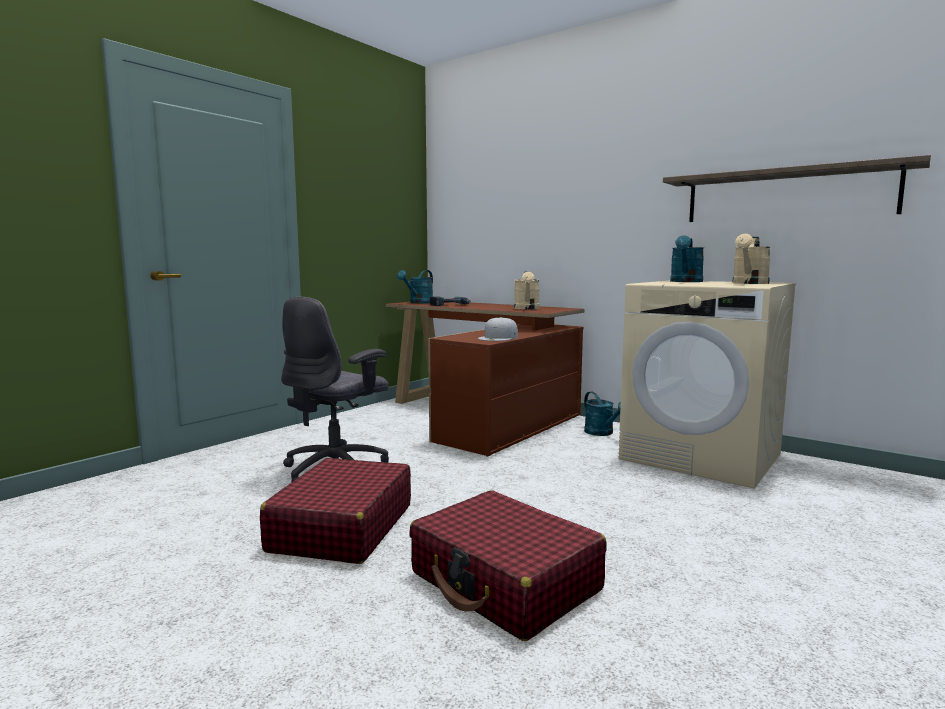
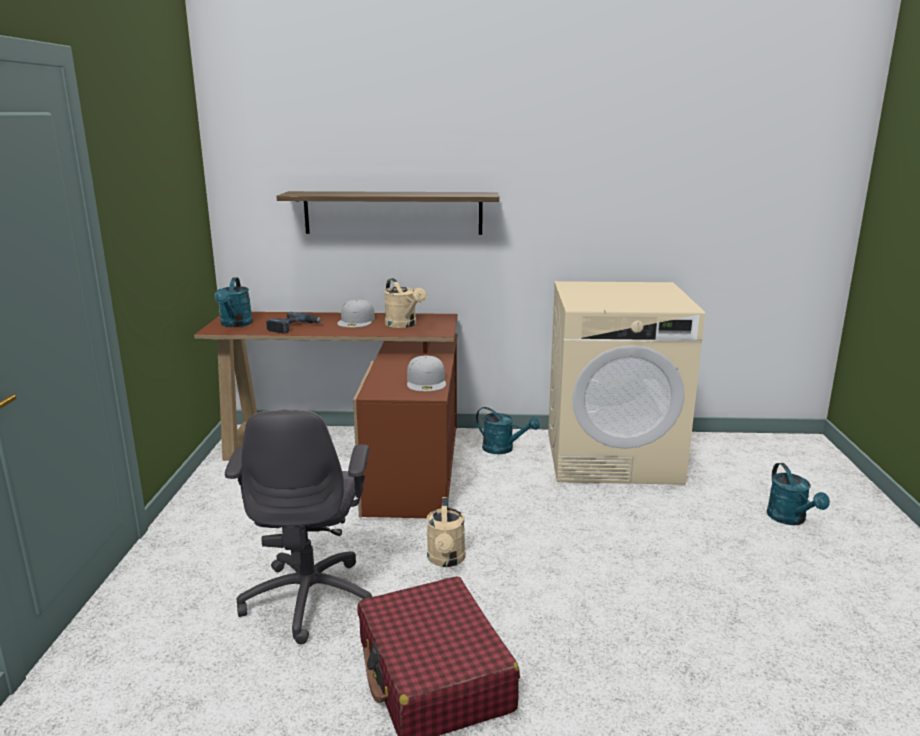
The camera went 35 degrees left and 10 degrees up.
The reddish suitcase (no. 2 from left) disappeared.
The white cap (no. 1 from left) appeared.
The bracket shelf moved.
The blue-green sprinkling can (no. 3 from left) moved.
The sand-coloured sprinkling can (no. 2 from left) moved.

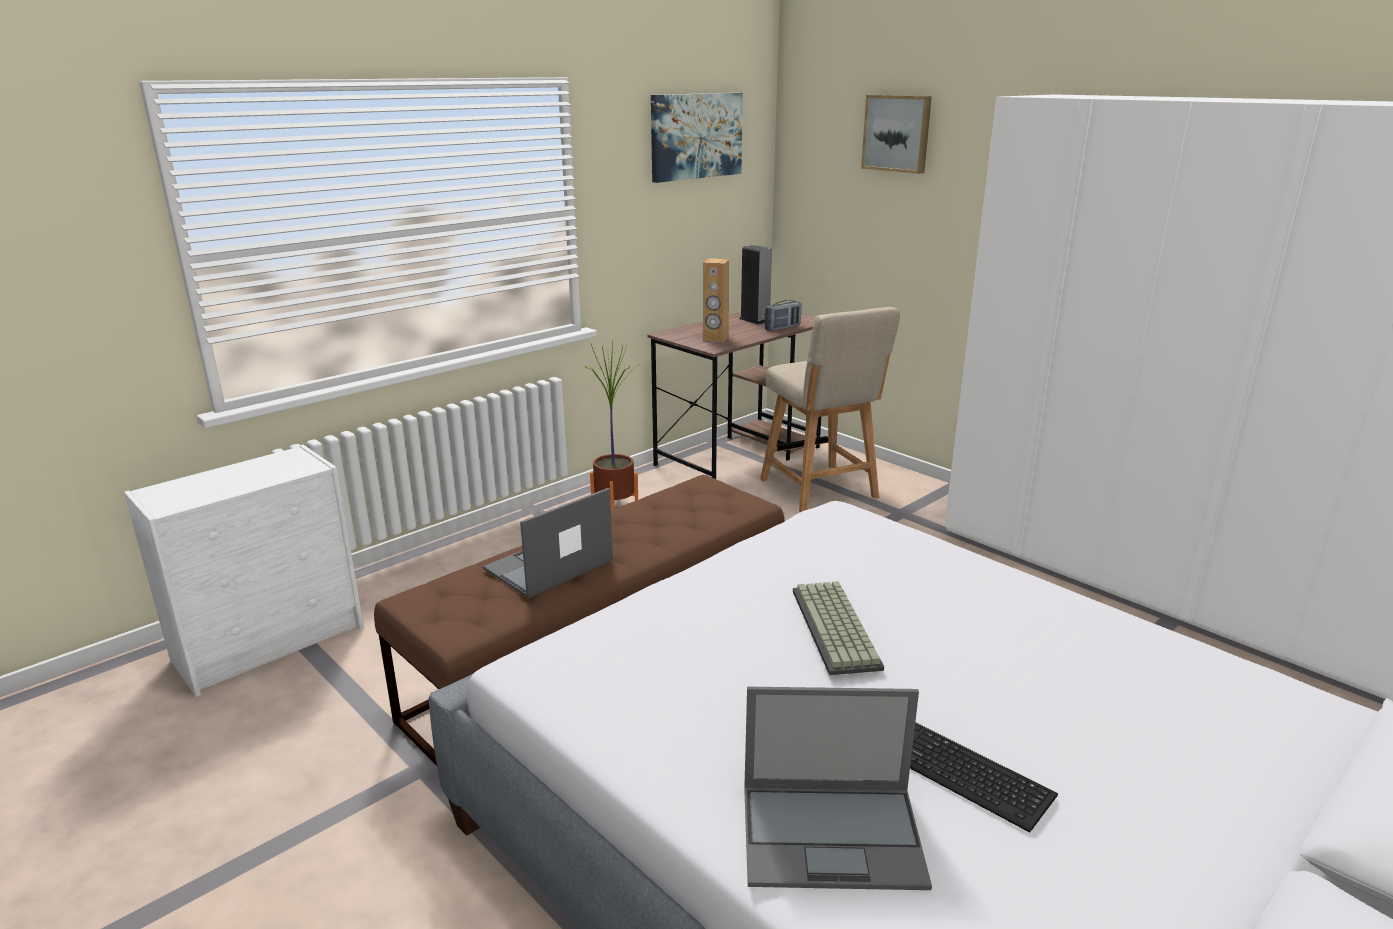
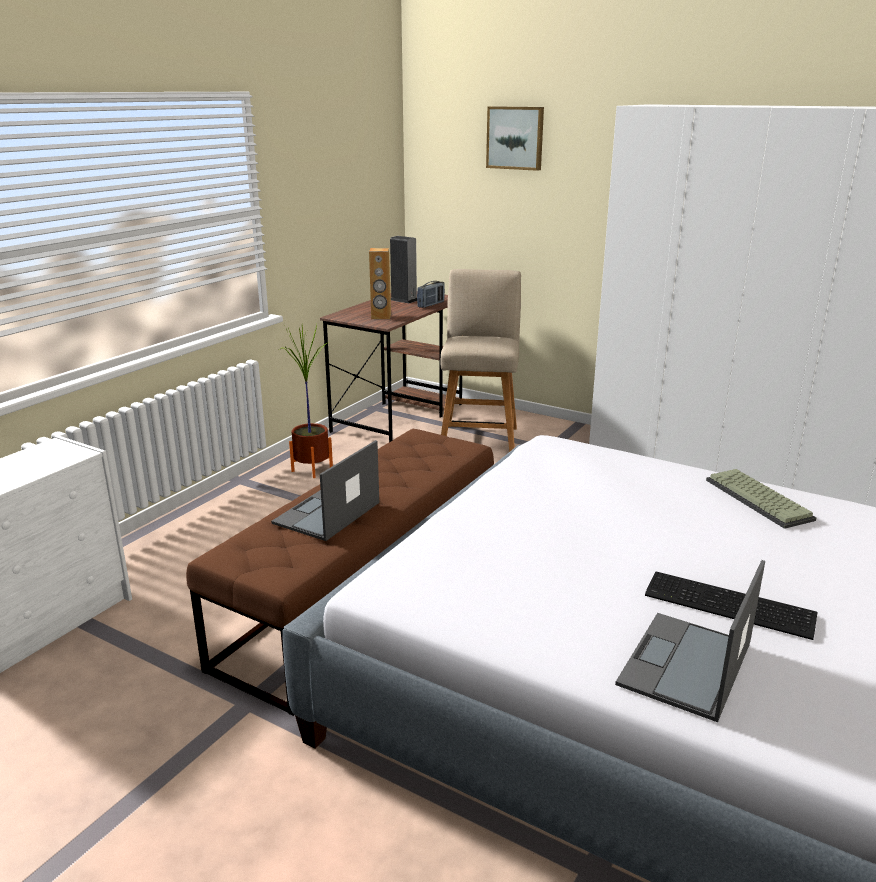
The camera went 15 degrees left and 0 degrees up.
The wall art (no. 1 from left) disappeared.
The computer keyboard (no. 1 from left in the first image) moved.
The laptop (no. 2 from left) turned 135 degrees clockwise.
The sand-coloured chair turned 135 degrees counterclockwise.

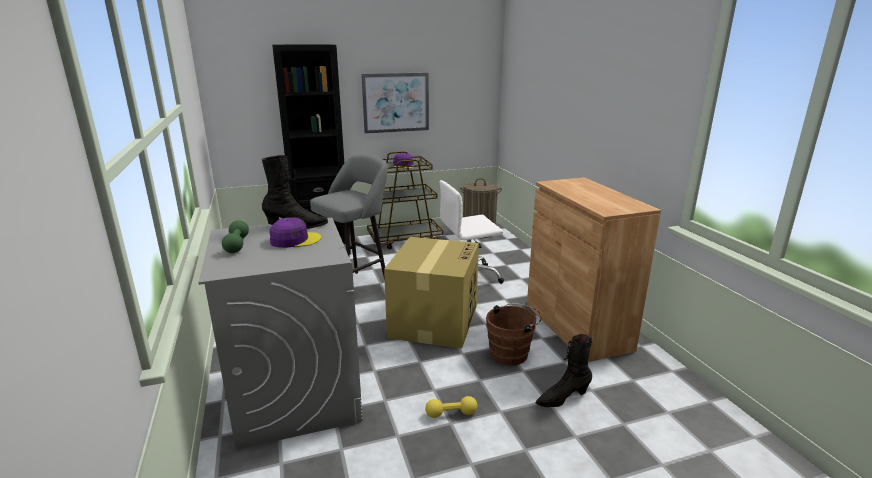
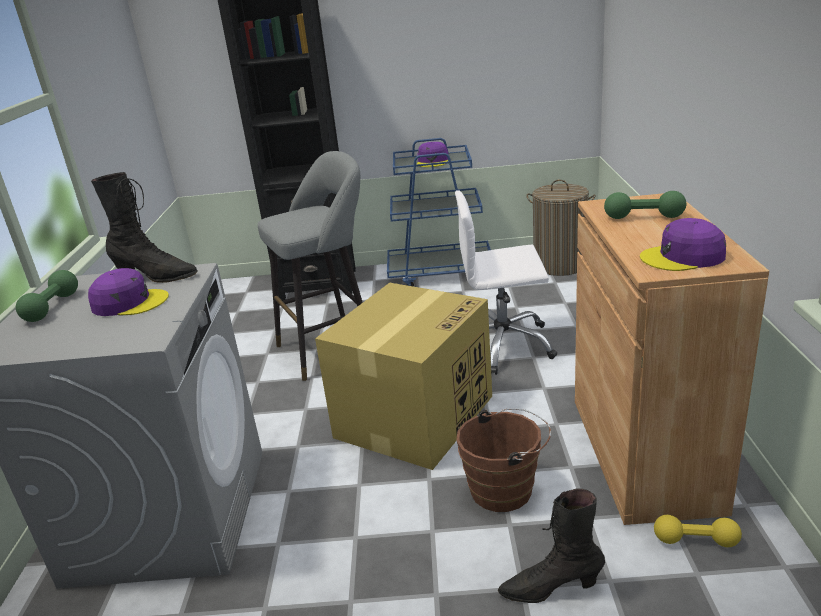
The camera went 20 degrees right and 5 degrees up.
The wall art disappeared.
The green-coloured dumbbell (no. 2 from left) appeared.
The purplish cap (no. 3 from left) appeared.
The yellow-coloured dumbbell moved.
The brown-coloured wheeled cart became the bluish wheeled cart.

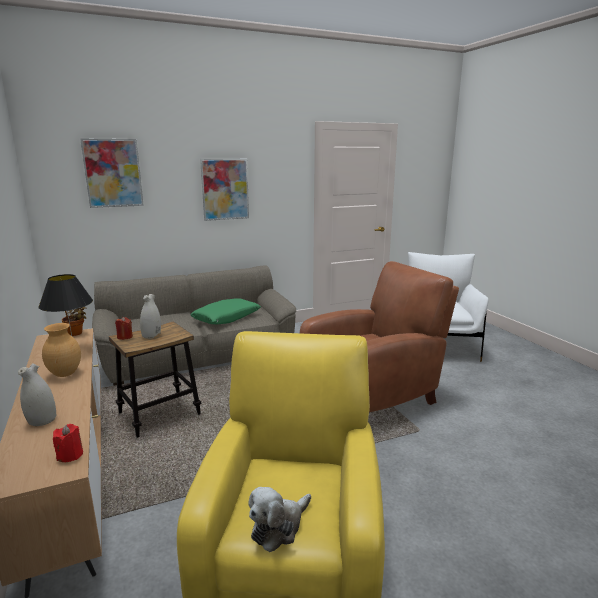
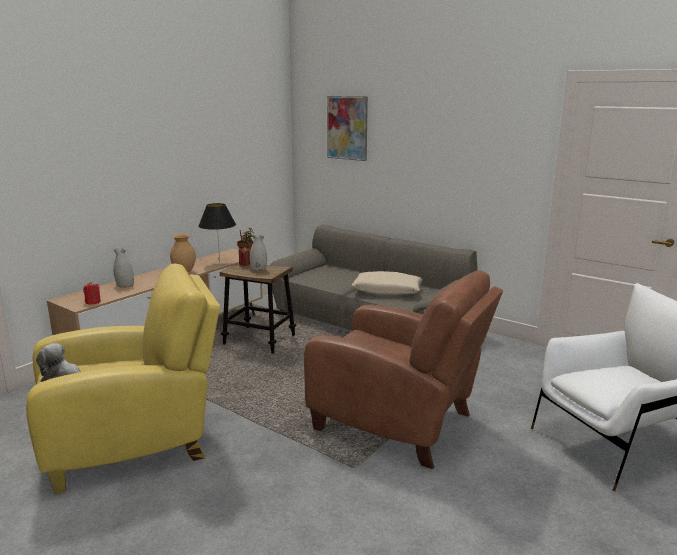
The camera went 60 degrees right and 0 degrees up.
The wall art (no. 2 from left) disappeared.
The green-coloured cushion became the sand-coloured cushion.

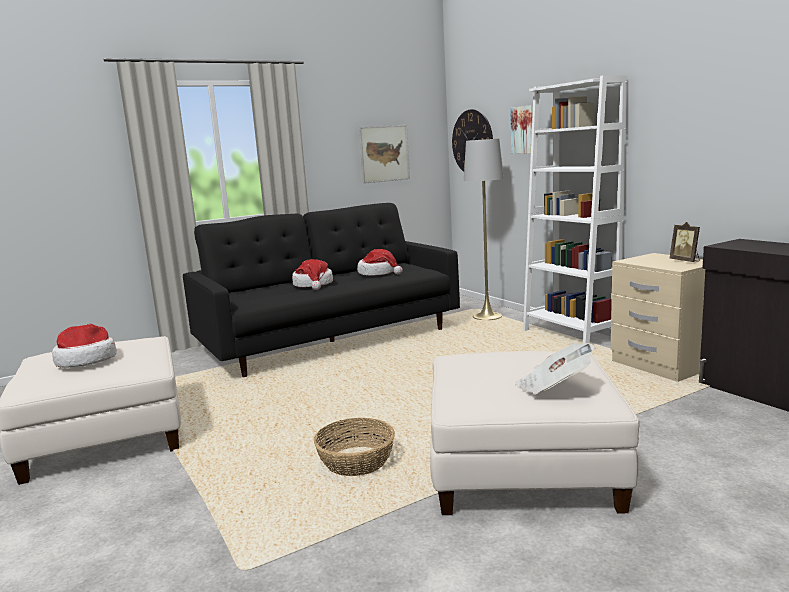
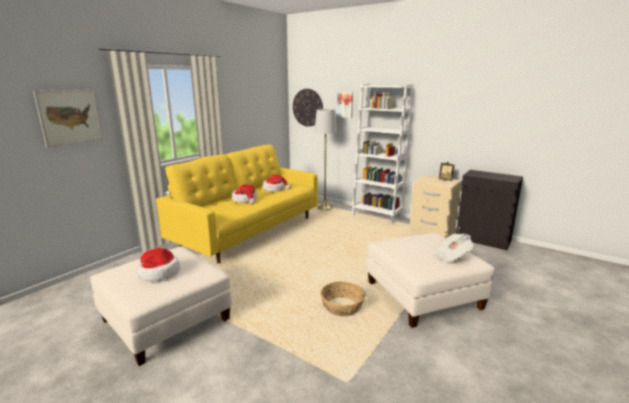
The camera went 25 degrees left and 5 degrees up.
The wall art (no. 1 from left) moved.
The blackish couch became the yellow-coloured couch.

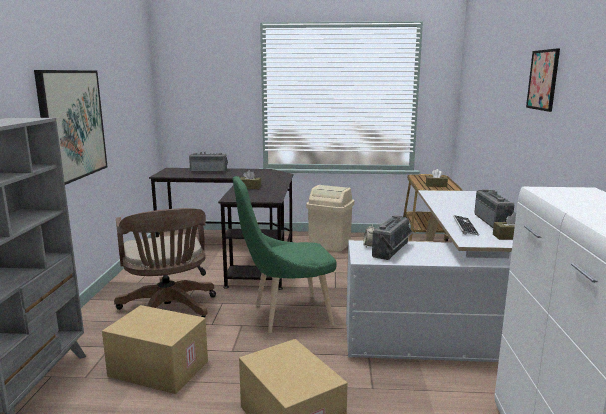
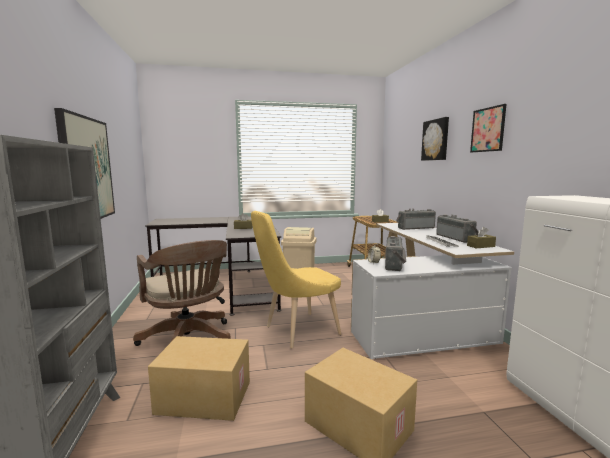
The camera went 15 degrees left and 5 degrees down.
The wall art (no. 2 from left) appeared.
The radio (no. 1 from left in the first image) moved.
The green-coloured chair became the yellow-coloured chair.

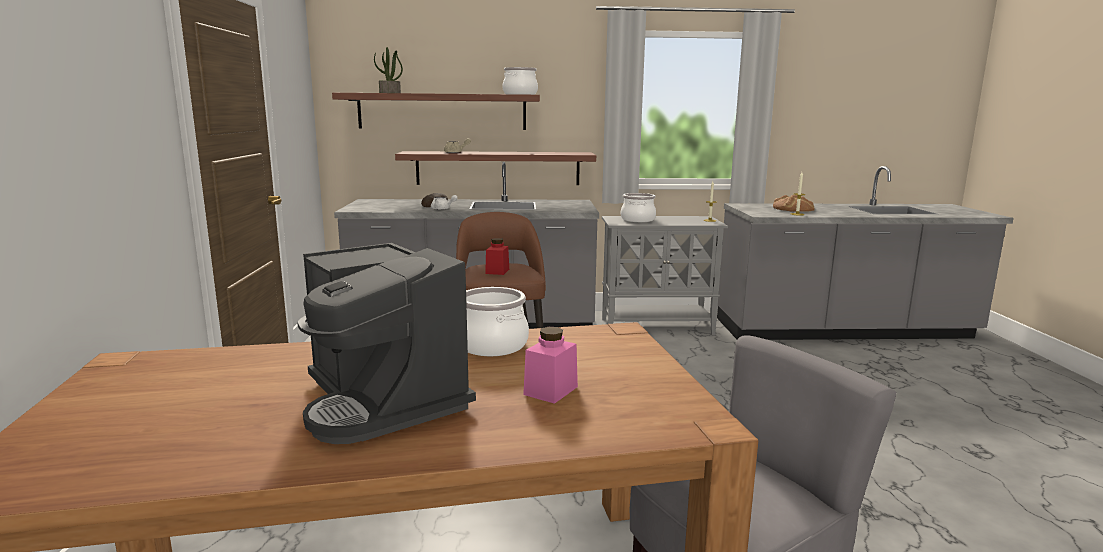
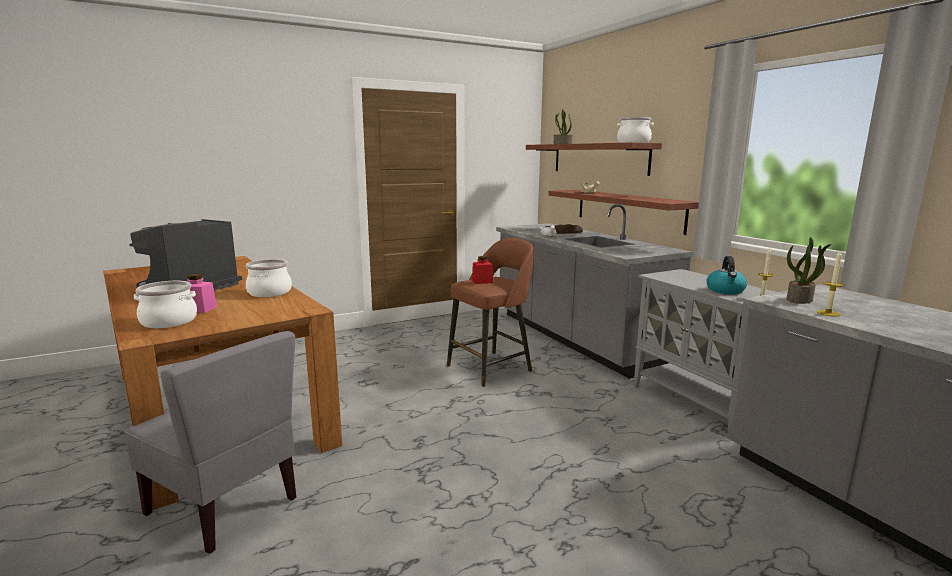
The camera went 65 degrees right and 0 degrees up.
The bakery bread (no. 2 from left) disappeared.
The tea kettle appeared.
The houseplant (no. 2 from left) appeared.
The stockpot (no. 3 from left in the first image) moved.

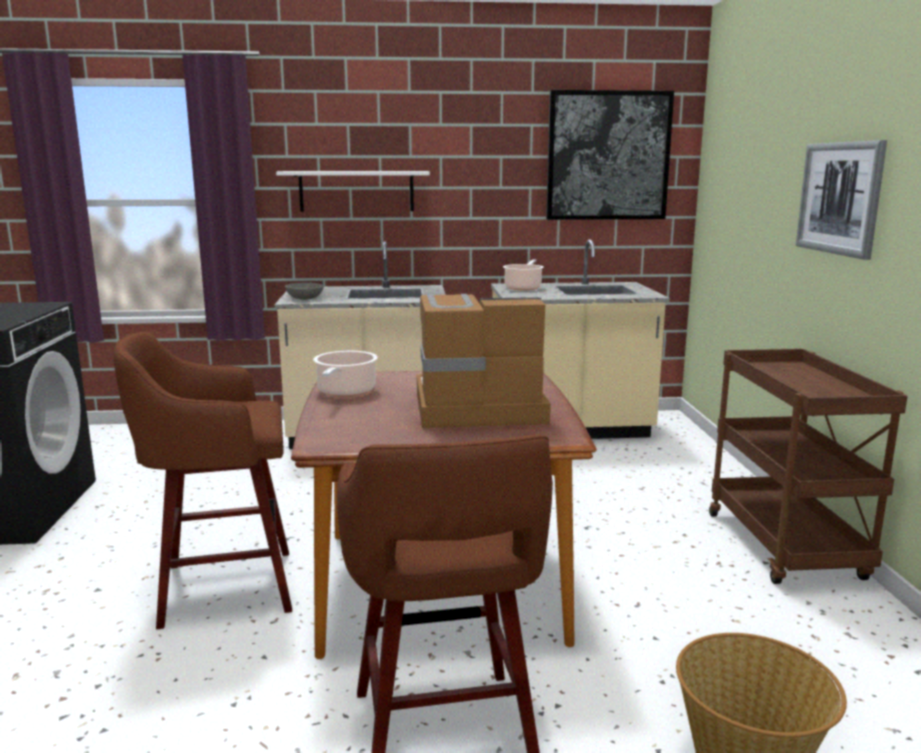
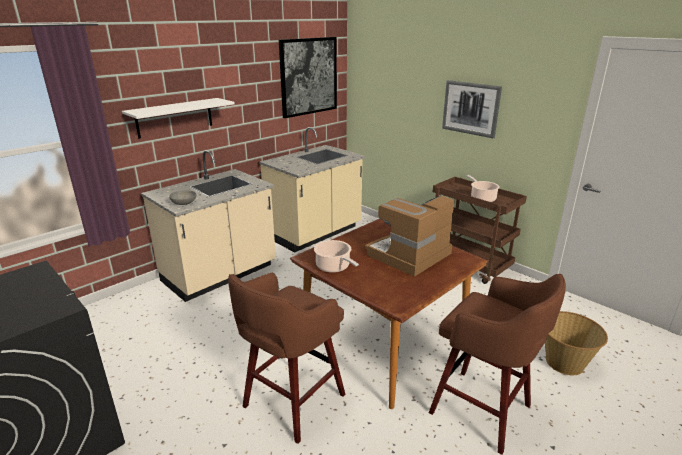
The camera went 40 degrees left and 10 degrees up.
The stockpot (no. 2 from left) moved.

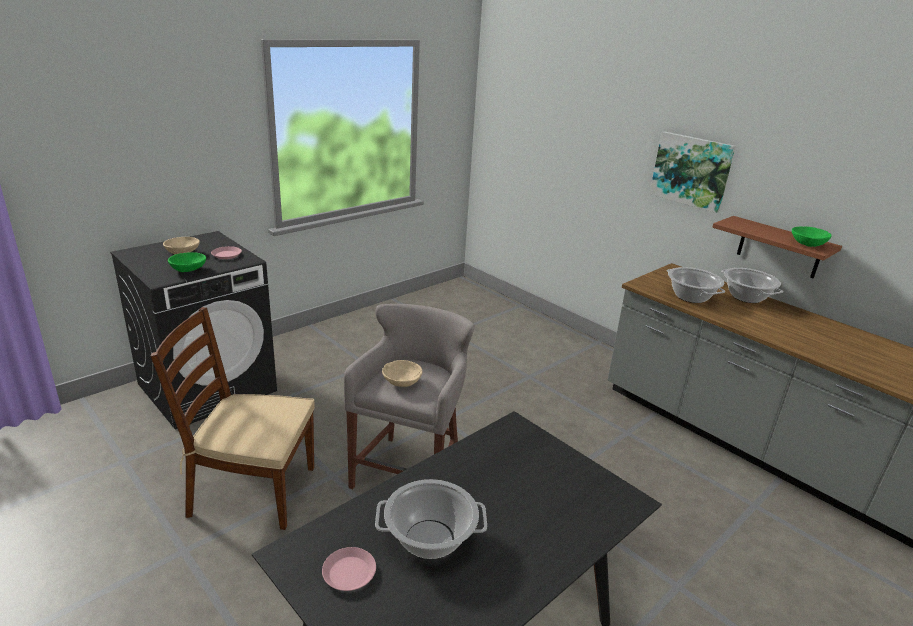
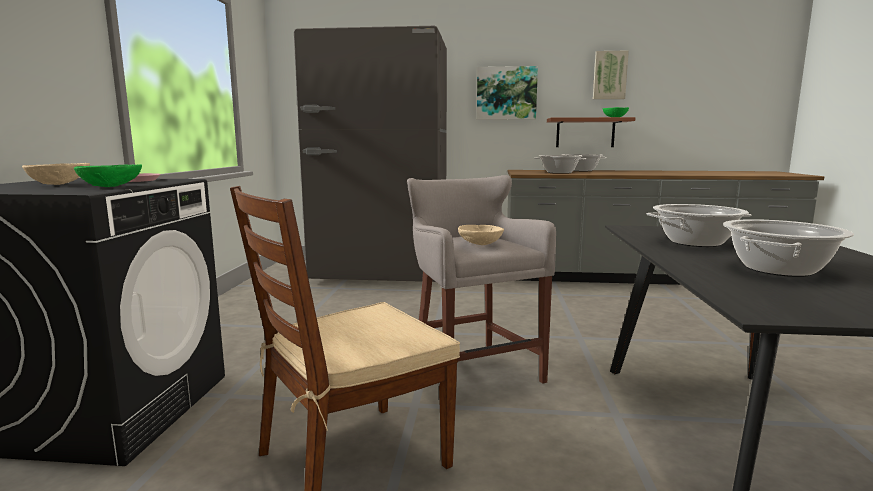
The camera went 40 degrees left and 15 degrees down.
The pinkish dinner plate (no. 2 from left) disappeared.
The grey fridge appeared.
The wall art (no. 2 from left) appeared.
The stockpot (no. 3 from left) appeared.

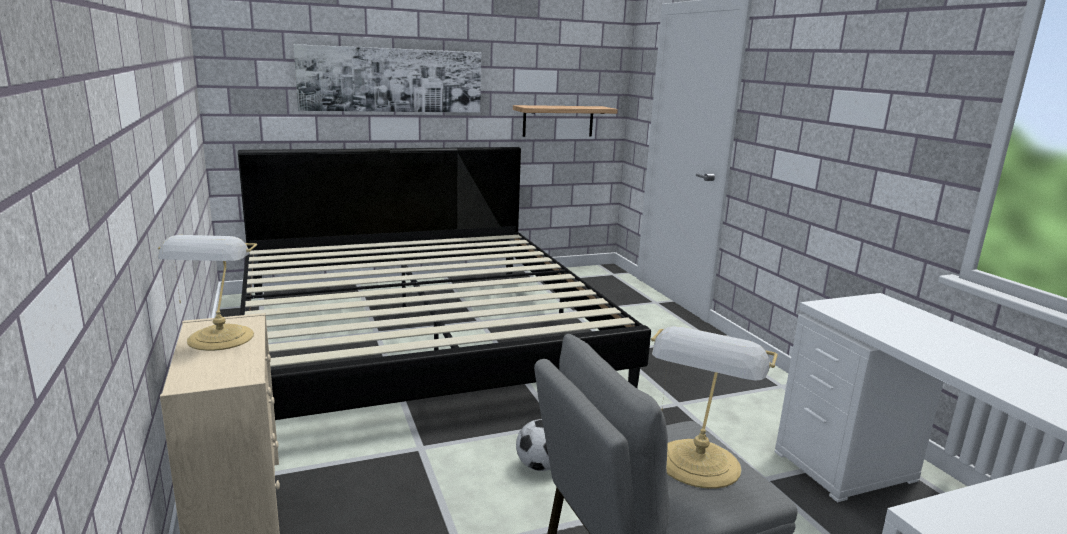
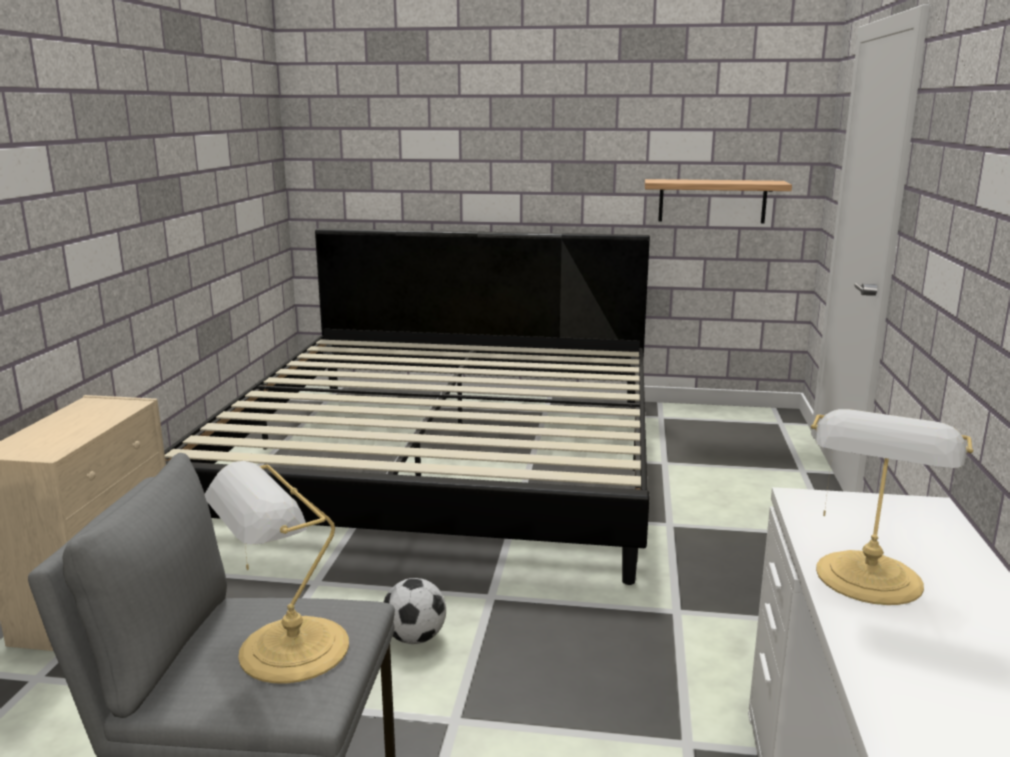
The camera went 30 degrees right and 0 degrees up.
The wall art disappeared.
The table lamp (no. 1 from left in the first image) moved.

